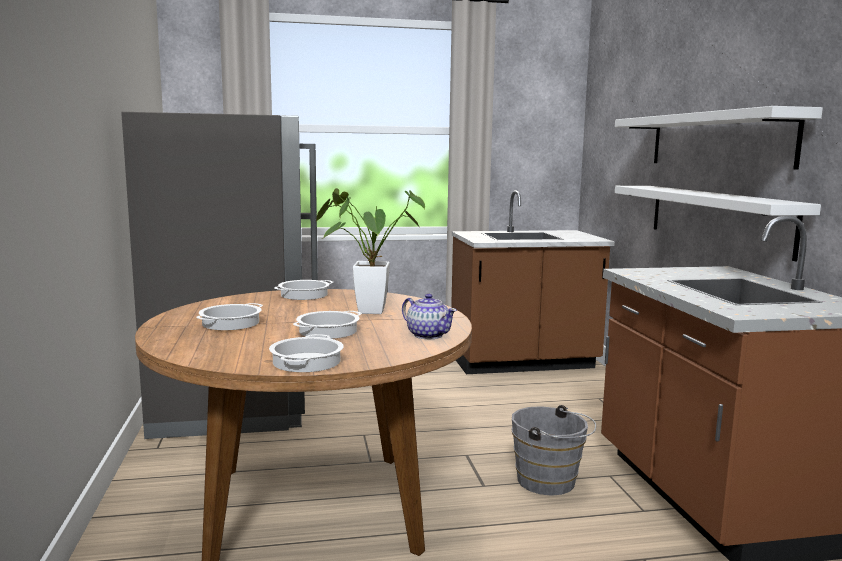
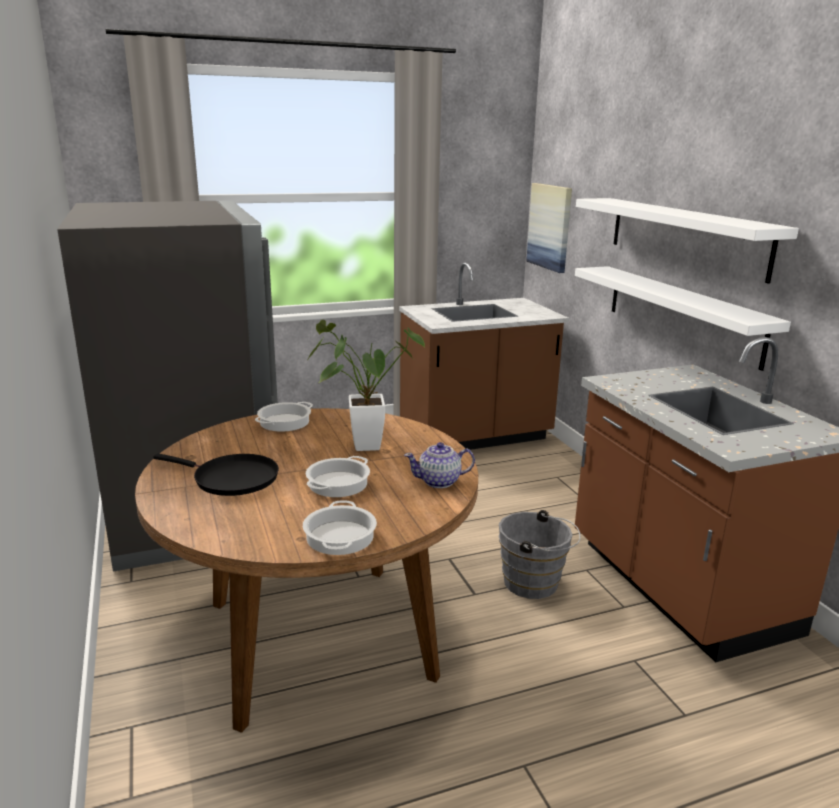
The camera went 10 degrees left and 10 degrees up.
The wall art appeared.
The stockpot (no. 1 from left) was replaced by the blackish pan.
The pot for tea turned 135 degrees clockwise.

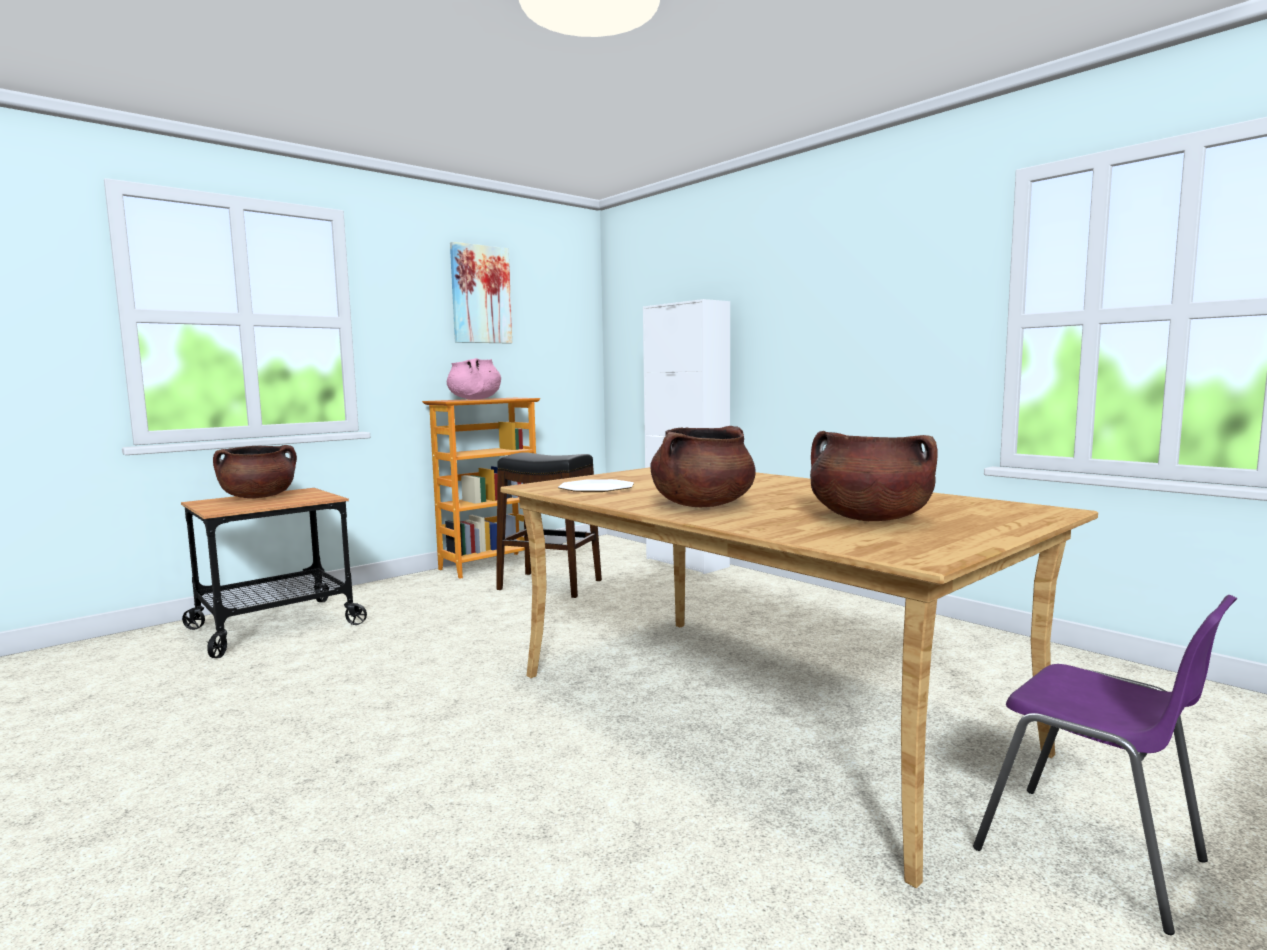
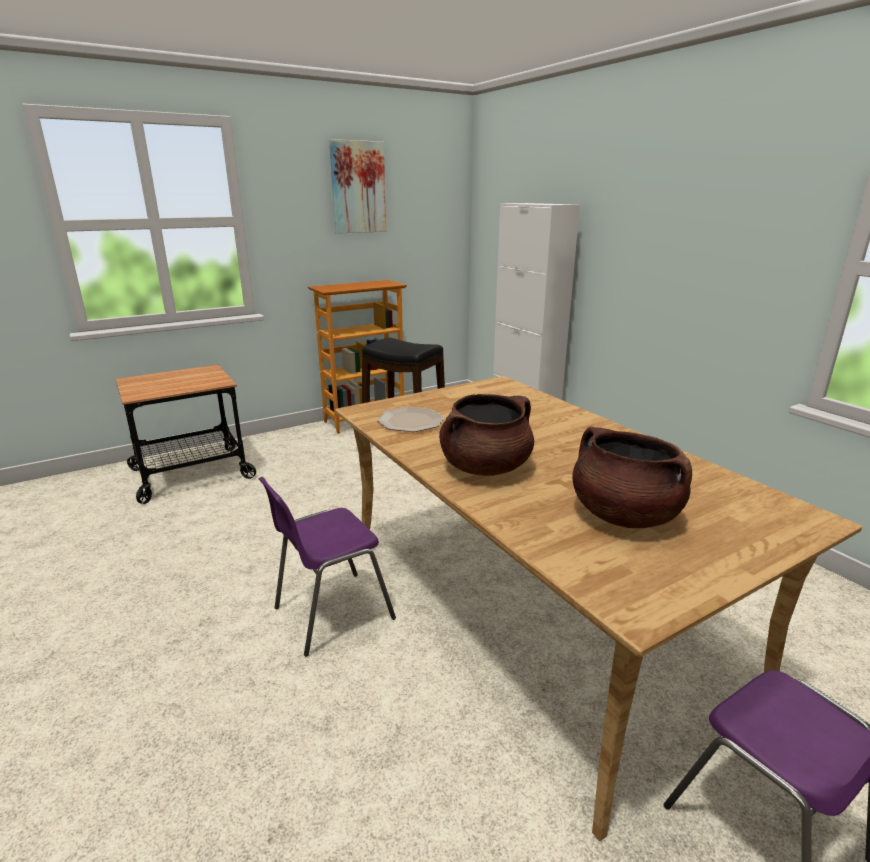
The camera went 10 degrees right and 15 degrees up.
The brown-coloured stockpot (no. 1 from left) disappeared.
The pinkish stockpot disappeared.
The purplish chair (no. 1 from left) appeared.

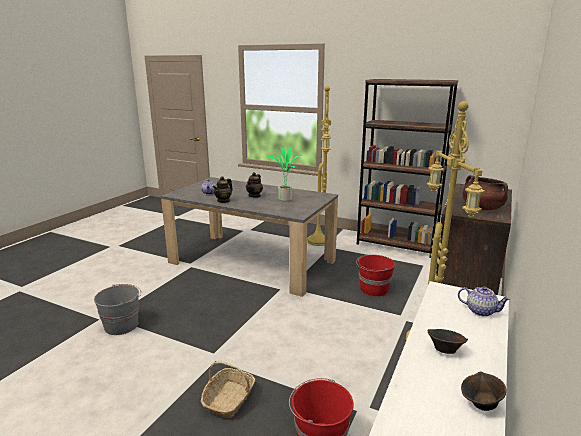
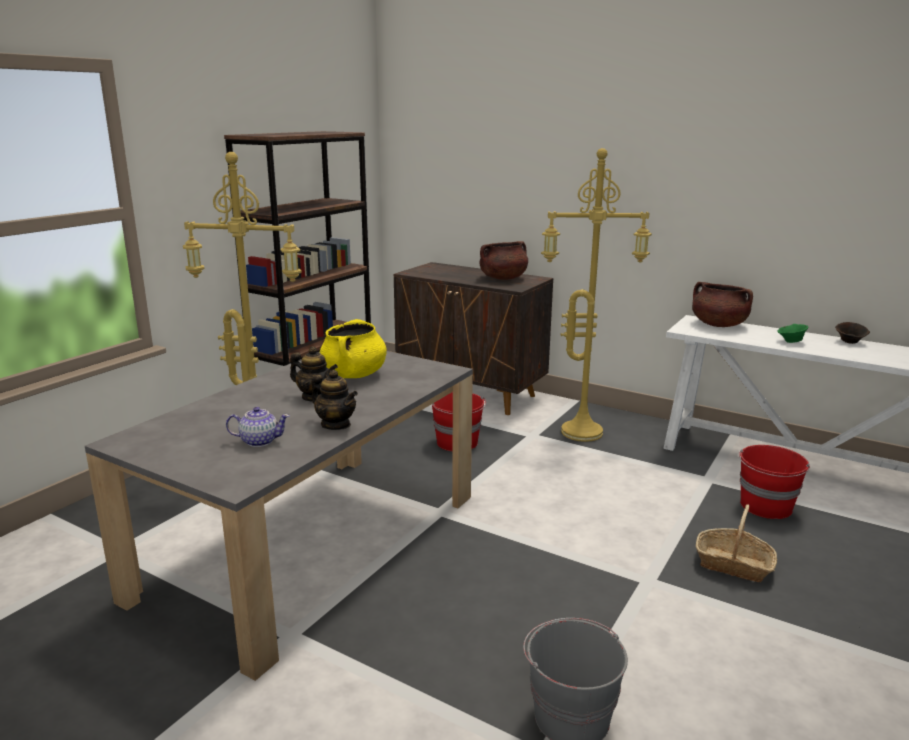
The camera went 85 degrees left and 0 degrees up.
The houseplant was replaced by the yellow-coloured stockpot.
The pot for tea (no. 4 from left) was replaced by the brown-coloured stockpot (no. 2 from left).
The brown-coloured deep dish (no. 1 from left) became the green-coloured deep dish.

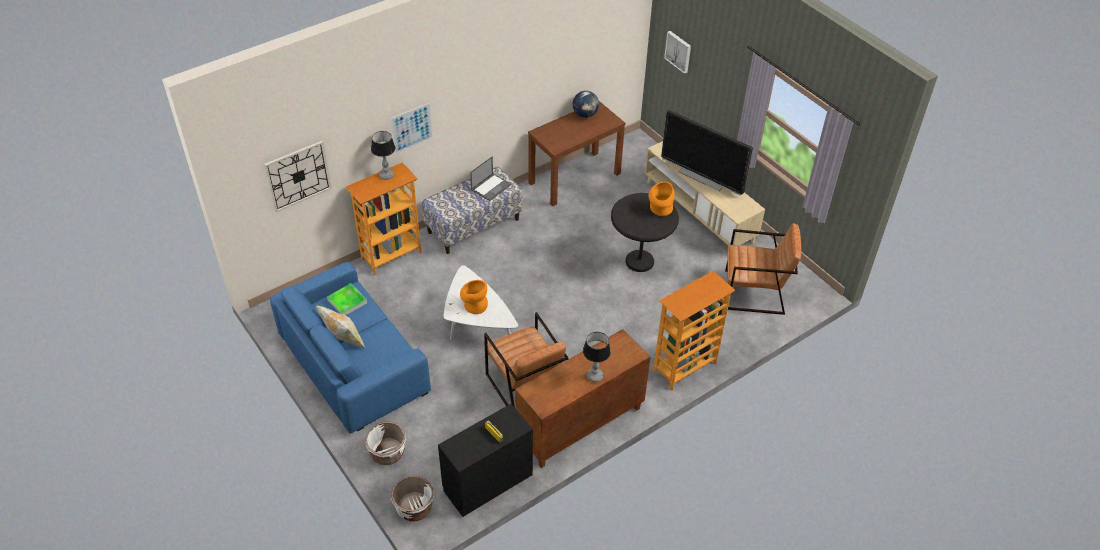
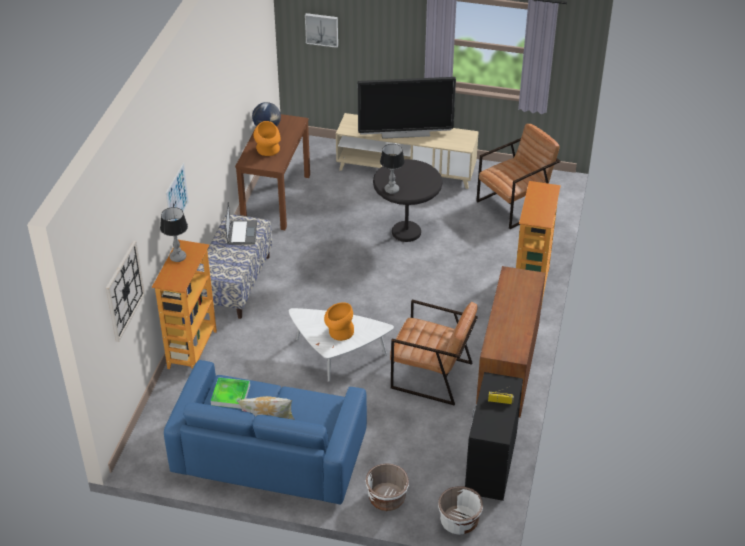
The camera went 40 degrees left and 5 degrees down.
The table lamp (no. 2 from left) moved.
The orange vase (no. 2 from left in the first image) moved.

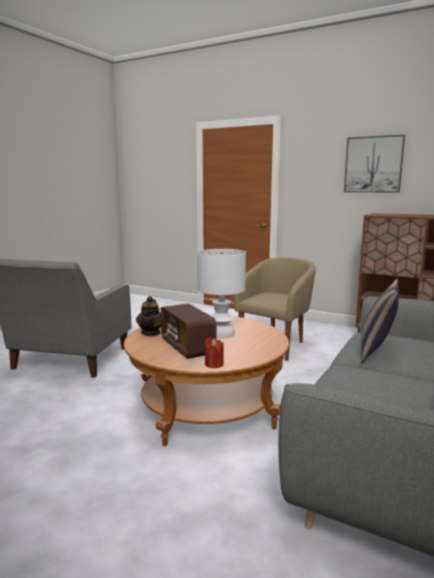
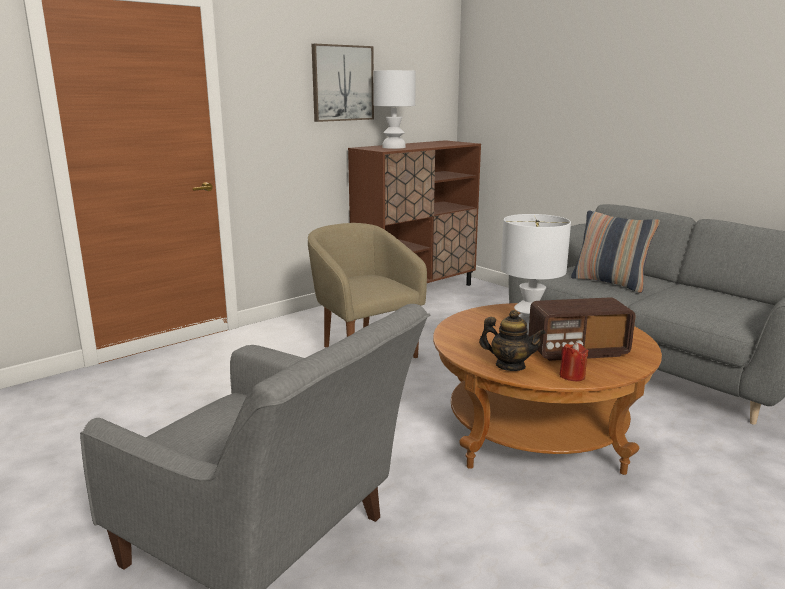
The camera went 70 degrees left and 5 degrees up.
The white table lamp (no. 1 from left) appeared.
The reddish wax candle moved.

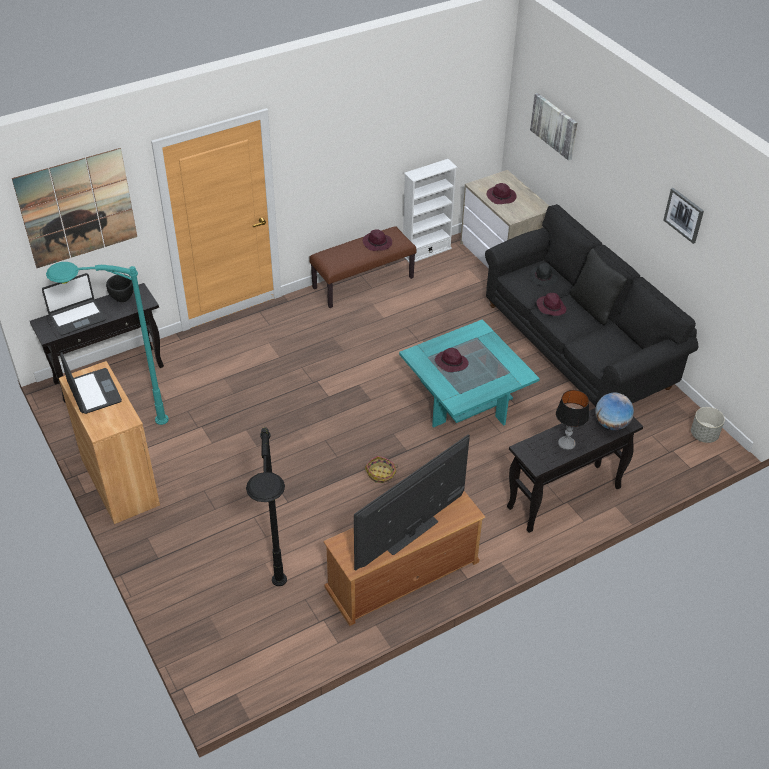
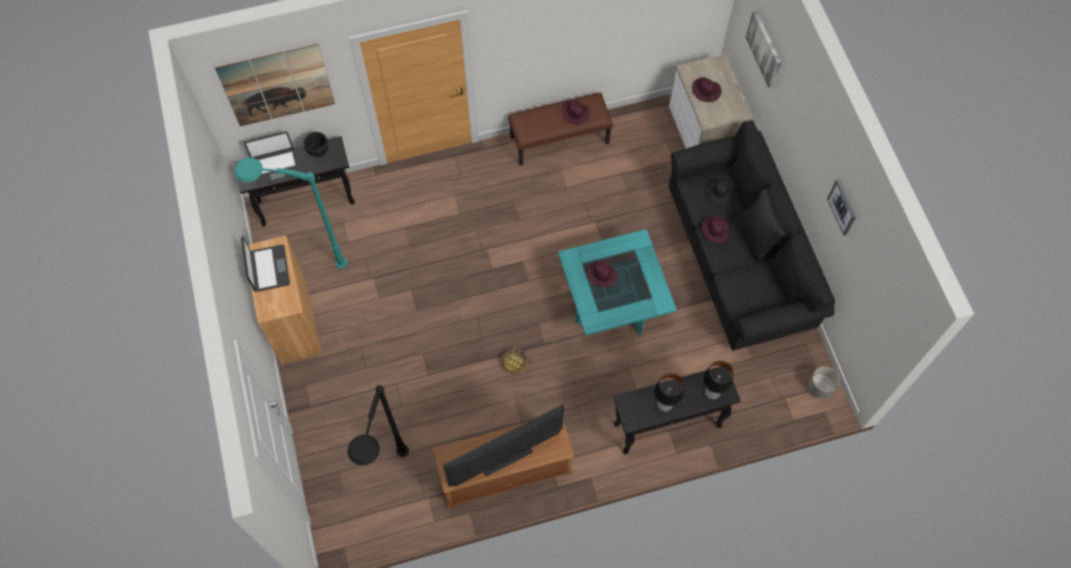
The camera went 15 degrees right and 20 degrees up.
The white shelving unit disappeared.
The world globe was replaced by the table lamp (no. 2 from left).

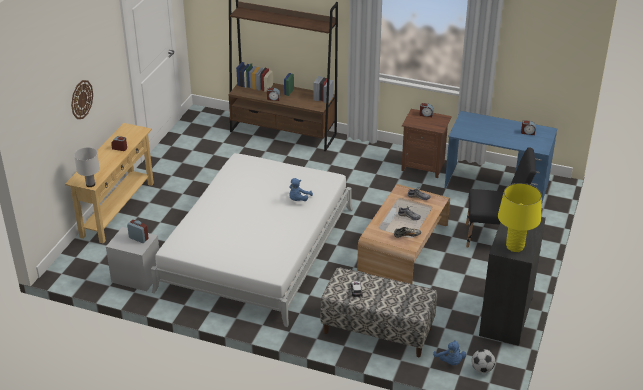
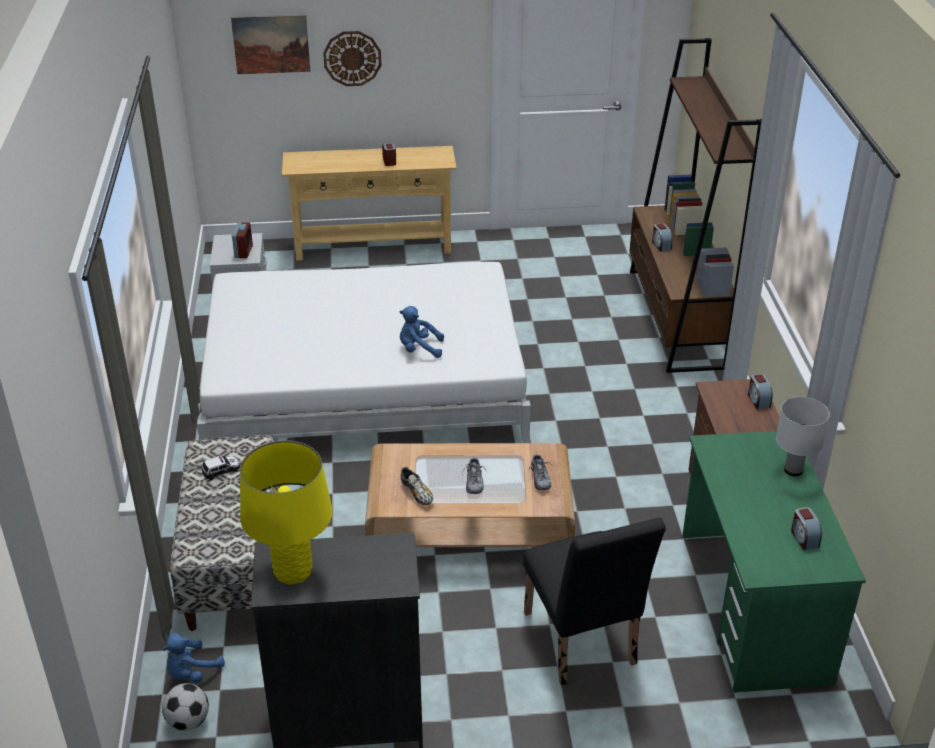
The camera went 65 degrees right and 0 degrees up.
The wall art appeared.
The white table lamp moved.
The bluish desk table became the green-coloured desk table.

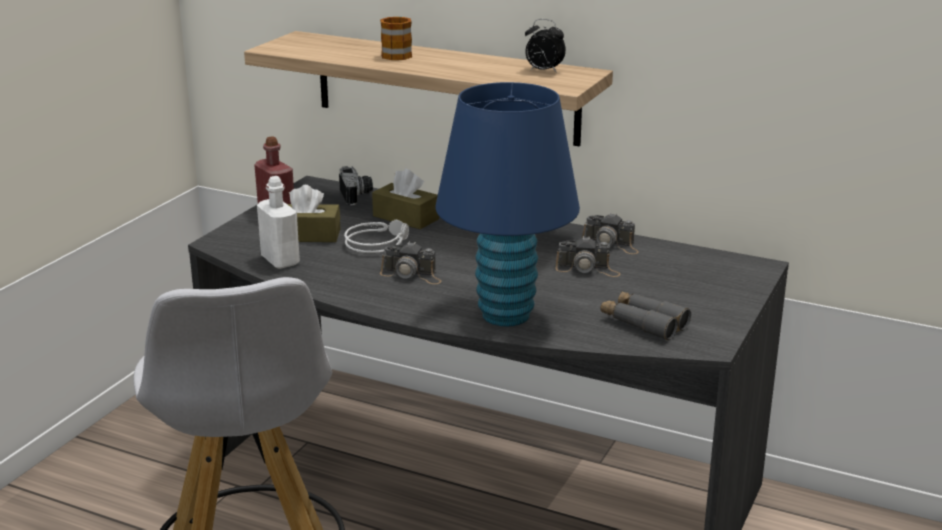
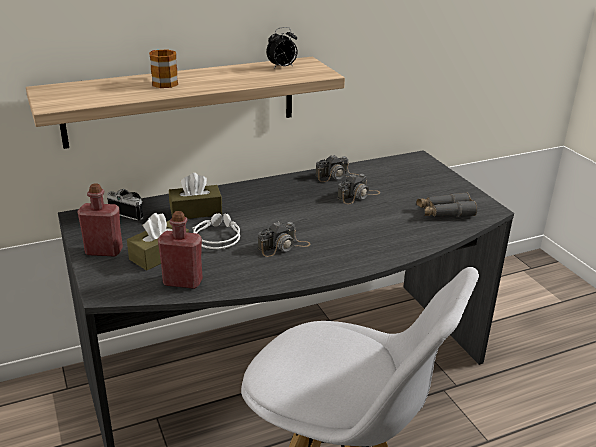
The camera went 50 degrees left and 5 degrees up.
The bluish table lamp disappeared.
The white beverage bottle became the reddish beverage bottle (no. 2 from left).

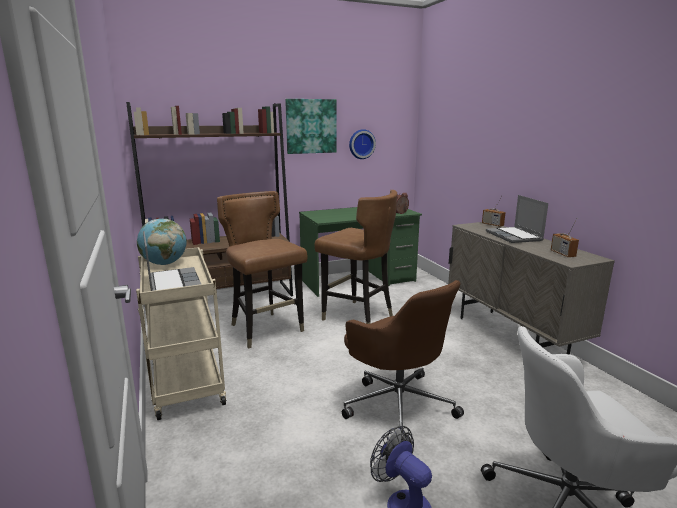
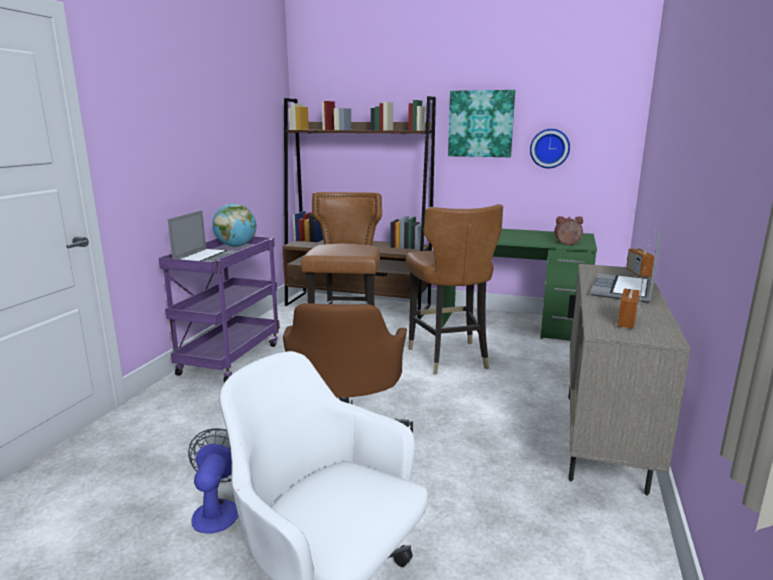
The camera went 40 degrees right and 0 degrees up.
The sand-coloured wheeled cart became the purplish wheeled cart.

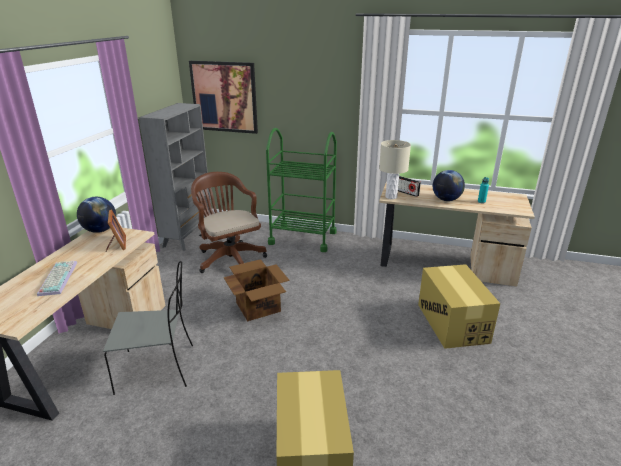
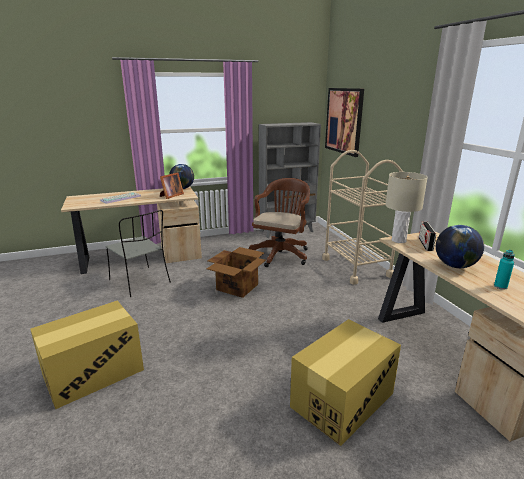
The camera went 55 degrees right and 5 degrees down.
The green-coloured wheeled cart became the sand-coloured wheeled cart.

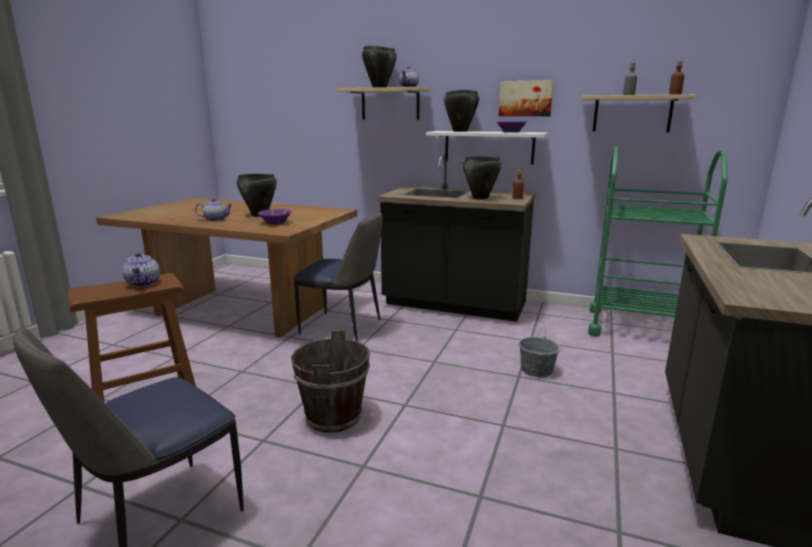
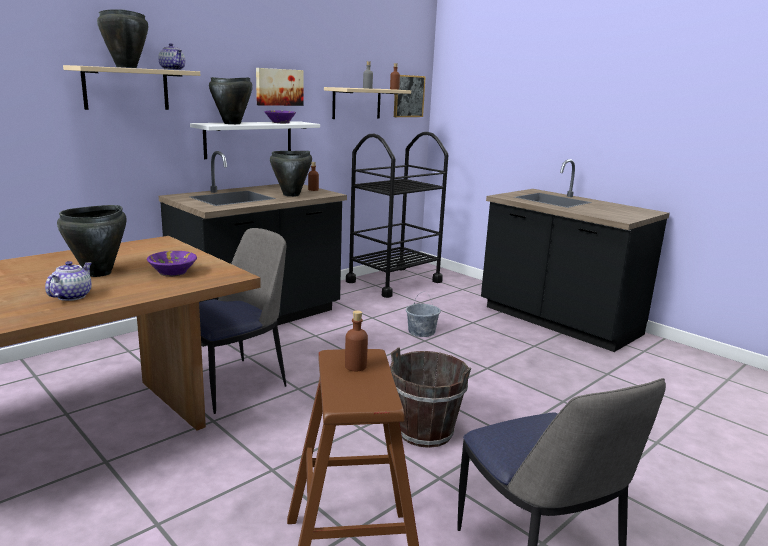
The camera went 65 degrees left and 0 degrees up.
The wall art (no. 2 from left) appeared.
The pot for tea (no. 1 from left) was replaced by the brown-coloured beverage bottle (no. 2 from left).
The green-coloured wheeled cart became the blackish wheeled cart.

